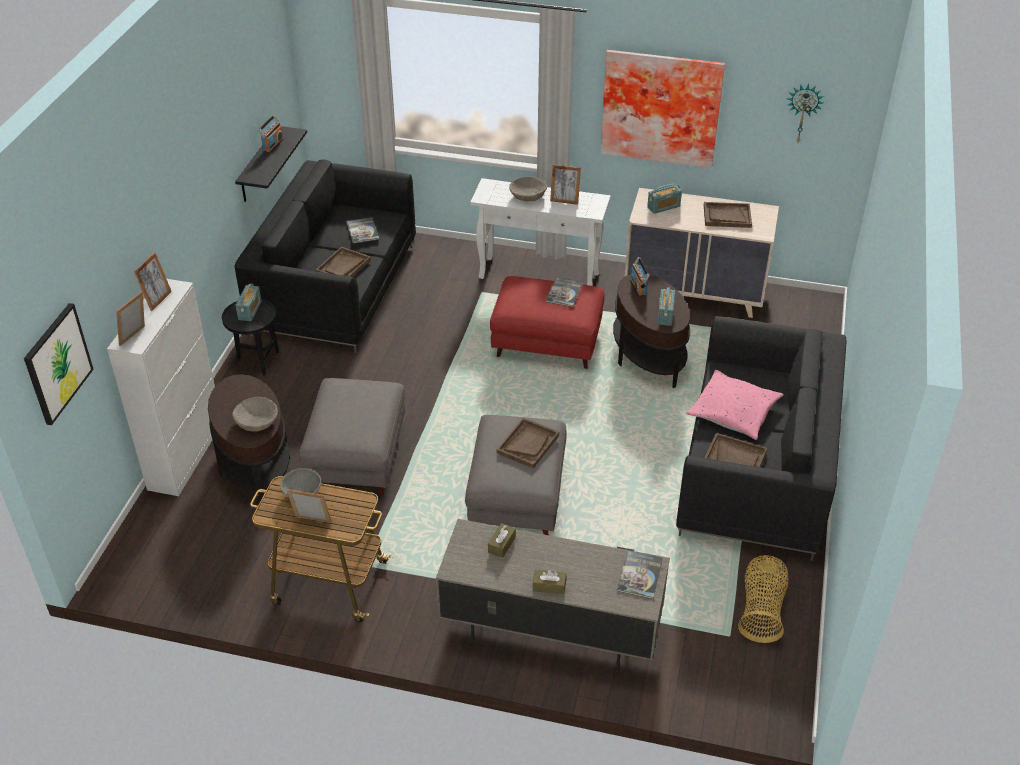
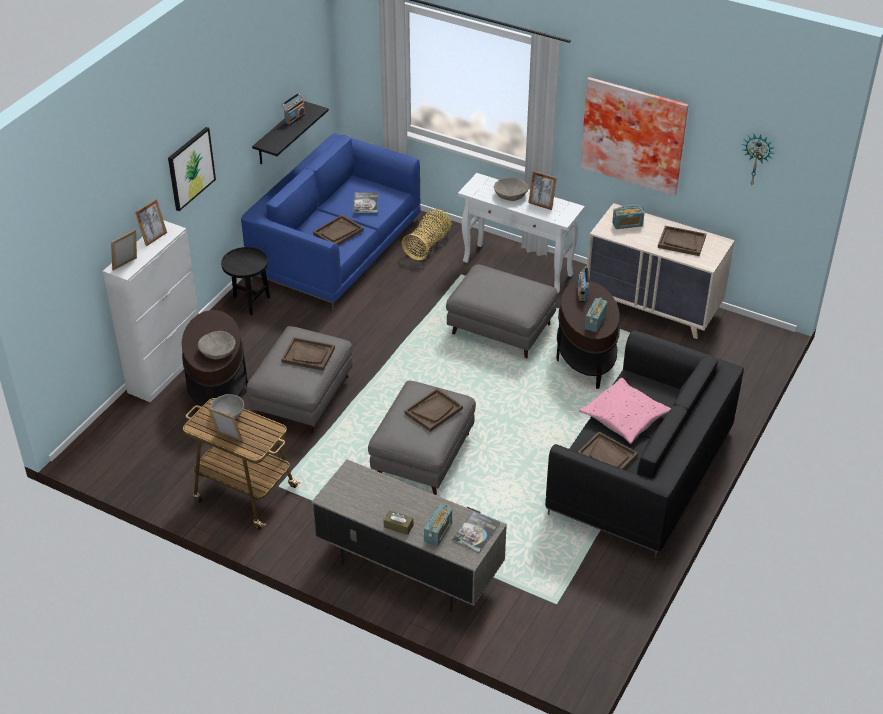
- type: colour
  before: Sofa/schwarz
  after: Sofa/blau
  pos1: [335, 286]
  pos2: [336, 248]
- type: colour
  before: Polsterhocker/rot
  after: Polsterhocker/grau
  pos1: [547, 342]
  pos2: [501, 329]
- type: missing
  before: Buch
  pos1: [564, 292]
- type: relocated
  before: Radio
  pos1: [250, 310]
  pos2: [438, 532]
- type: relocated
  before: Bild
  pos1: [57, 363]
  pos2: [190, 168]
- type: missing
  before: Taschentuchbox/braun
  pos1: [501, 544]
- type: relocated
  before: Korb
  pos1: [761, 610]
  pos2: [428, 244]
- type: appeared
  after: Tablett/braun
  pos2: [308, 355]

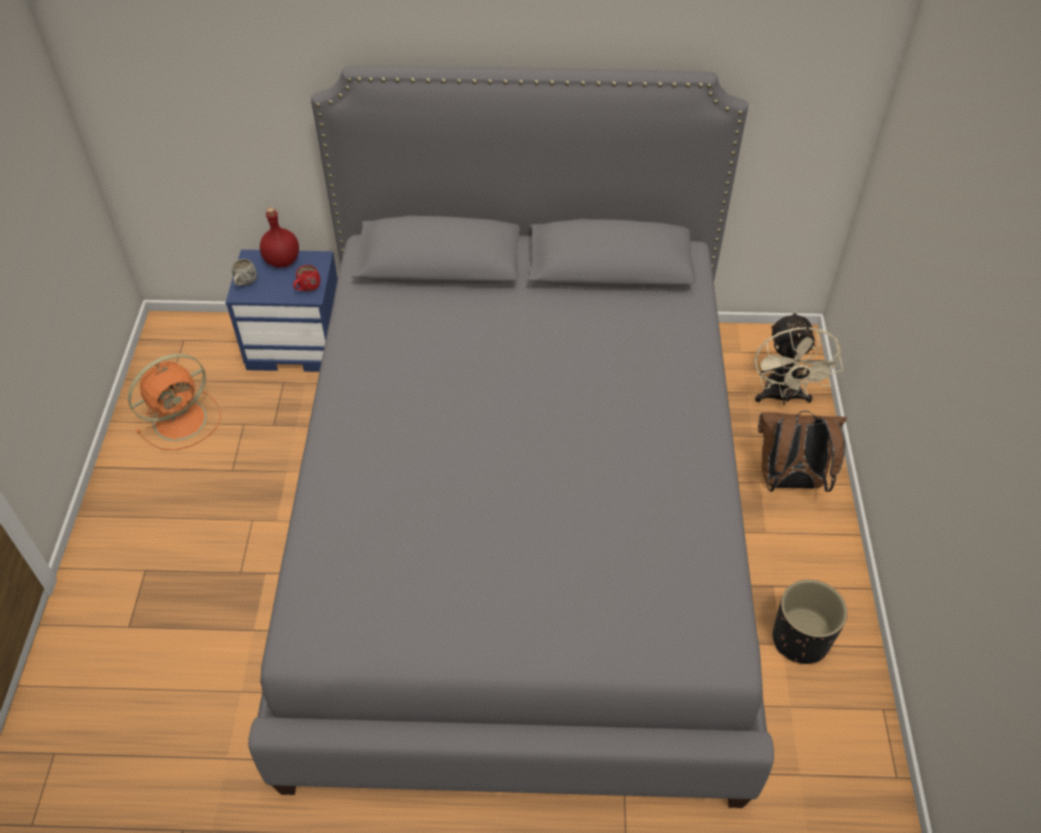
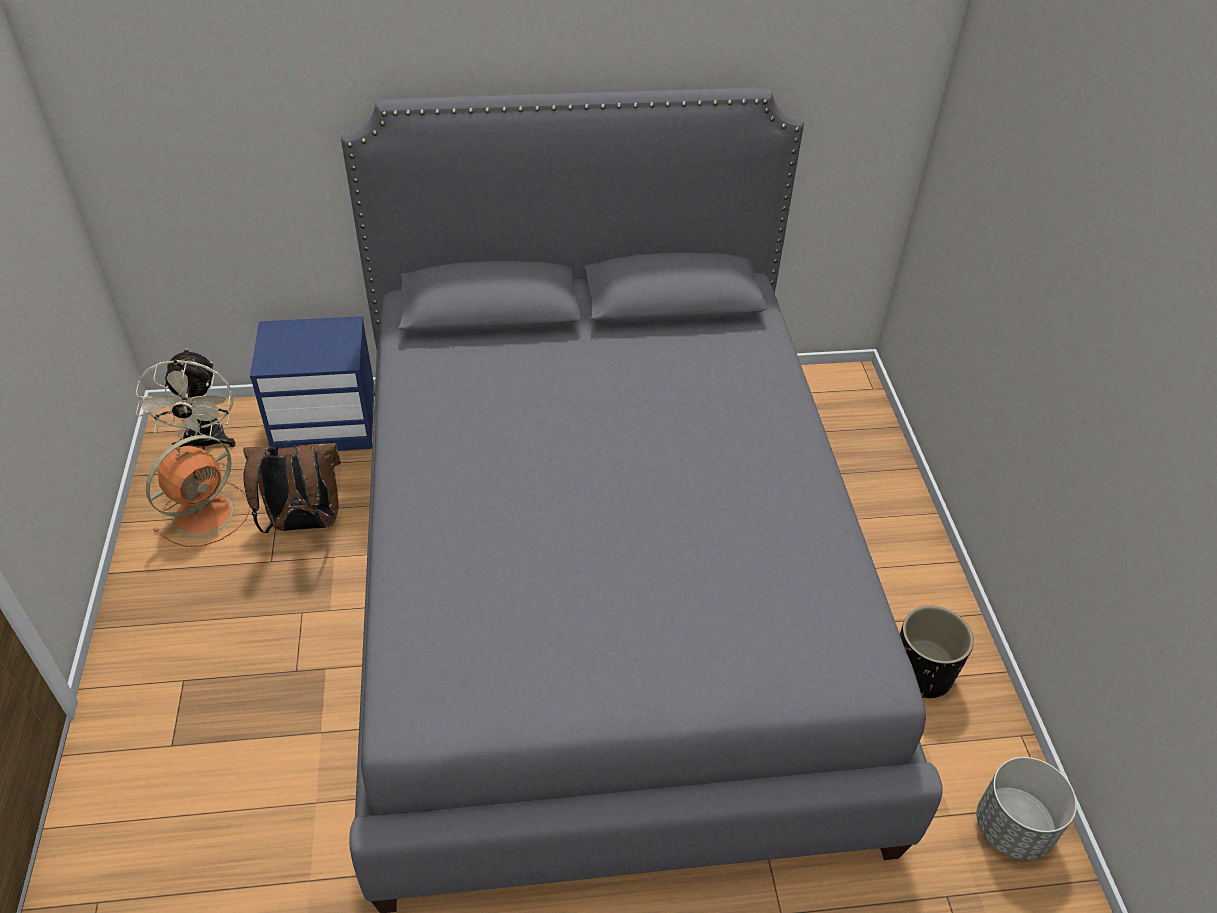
- type: missing
  before: Flasche/rot
  pos1: [282, 261]
- type: missing
  before: Henkelbecher/weiß
  pos1: [245, 283]
- type: missing
  before: Henkelbecher/rot
  pos1: [307, 289]
- type: relocated
  before: Ventilator/beige
  pos1: [782, 397]
  pos2: [204, 444]
- type: relocated
  before: Rucksack/braun
  pos1: [789, 481]
  pos2: [303, 523]
- type: appeared
  after: Pflanzkübel/grau
  pos2: [1012, 828]

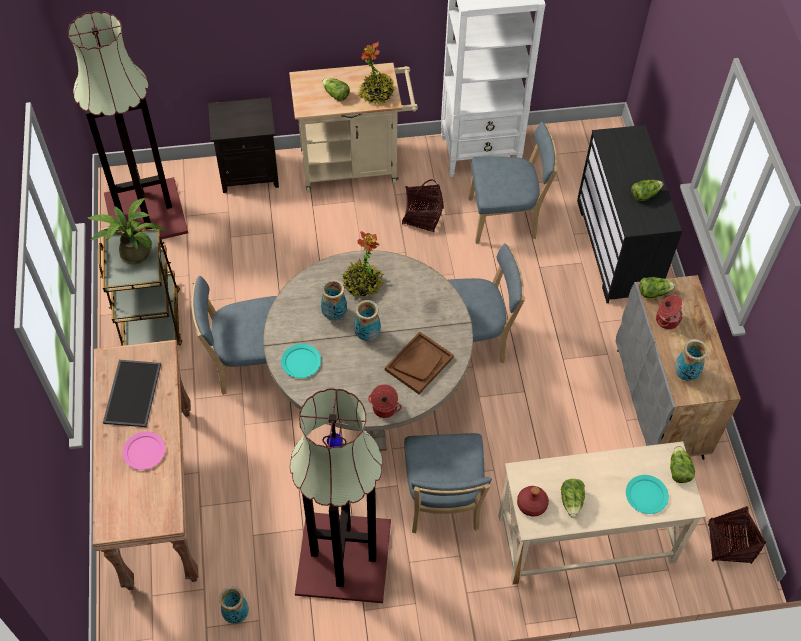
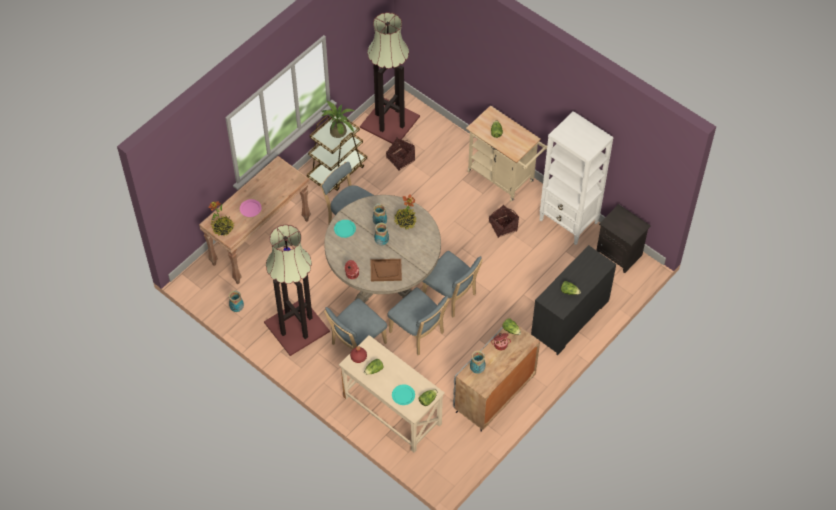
- type: relocated
  before: Topfpflanze
  pos1: [376, 94]
  pos2: [223, 228]
- type: relocated
  before: Nachttisch/schwarz
  pos1: [250, 172]
  pos2: [620, 254]
- type: relocated
  before: Stuhl/blau
  pos1: [506, 219]
  pos2: [418, 334]
- type: missing
  before: Tablett
  pos1: [131, 392]
- type: relocated
  before: Korb
  pos1: [729, 544]
  pos2: [400, 159]

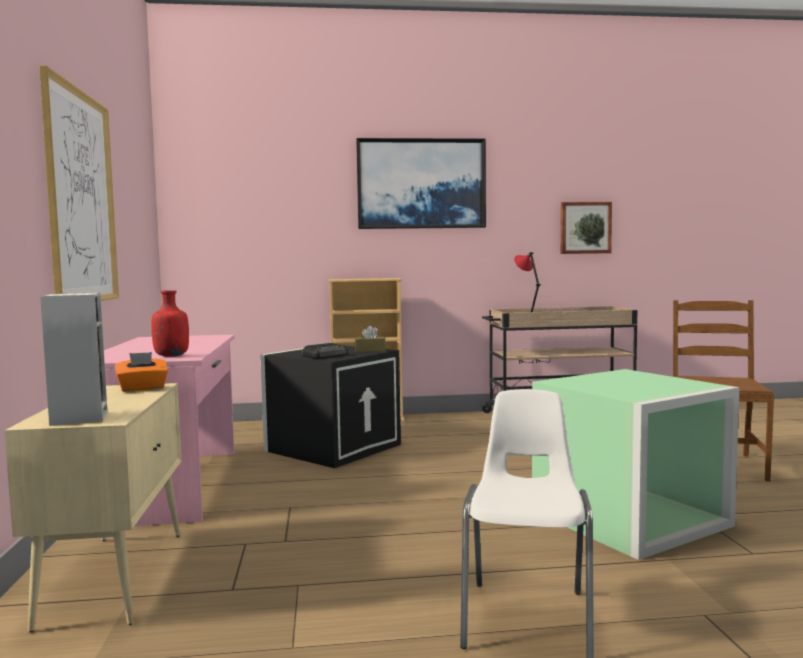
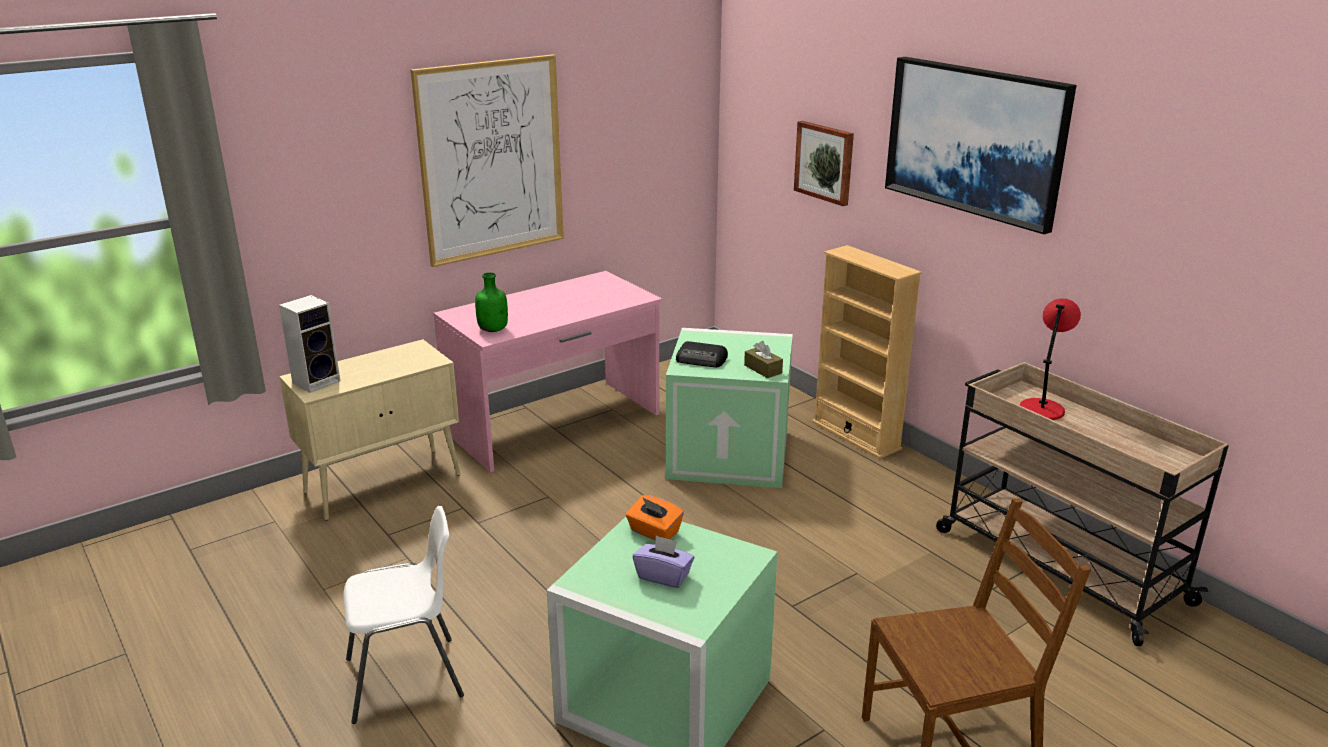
- type: relocated
  before: Bild
  pos1: [585, 228]
  pos2: [825, 162]
- type: colour
  before: Flasche/rot
  after: Flasche/grün
  pos1: [171, 356]
  pos2: [493, 329]
- type: colour
  before: Aufbewahrungsbox/schwarz
  after: Aufbewahrungsbox/grün
  pos1: [333, 447]
  pos2: [730, 453]
- type: relocated
  before: Taschentuchbox/orange
  pos1: [142, 389]
  pos2: [654, 532]
- type: appeared
  after: Taschentuchbox/lila
  pos2: [663, 576]

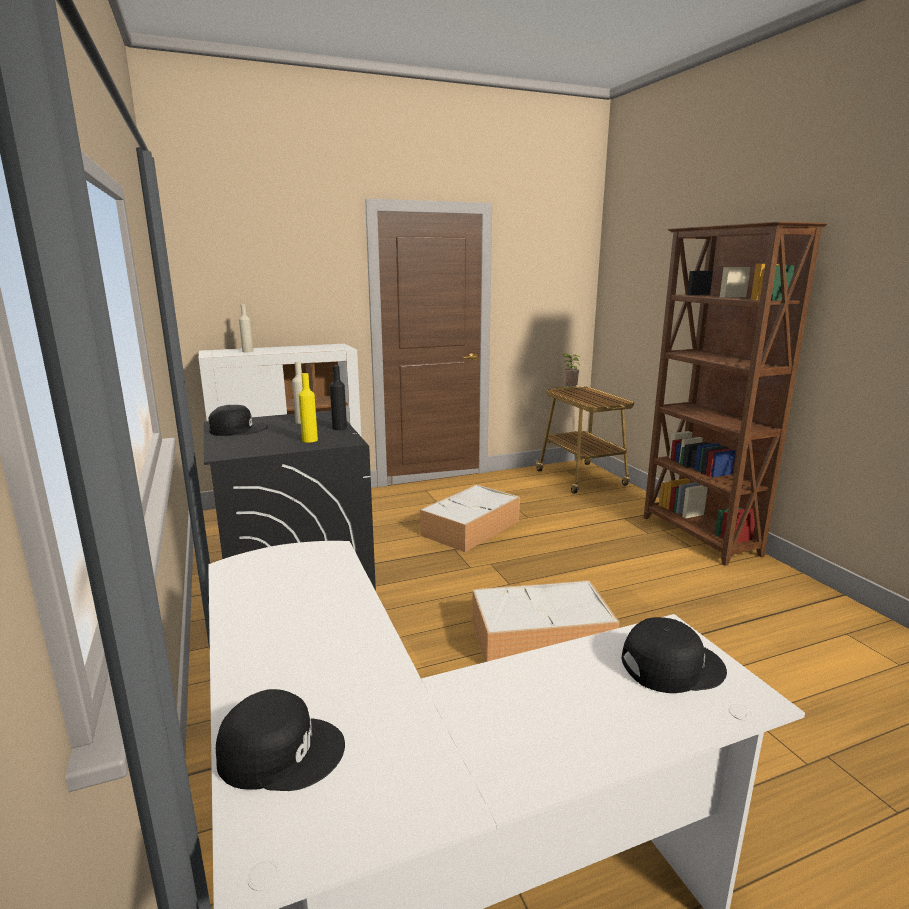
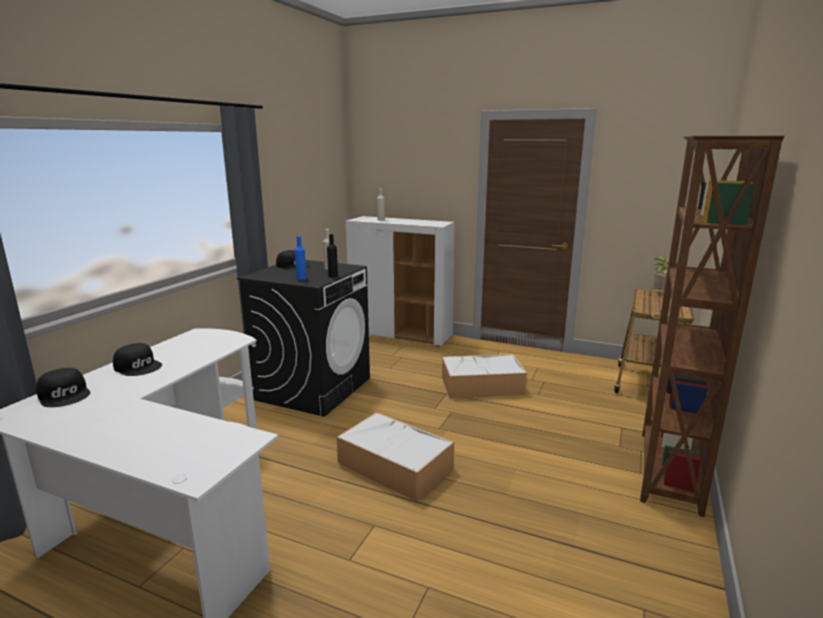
- type: colour
  before: Flasche/gelb
  after: Flasche/blau
  pos1: [310, 440]
  pos2: [301, 278]
- type: relocated
  before: Kappe/schwarz
  pos1: [671, 665]
  pos2: [138, 366]

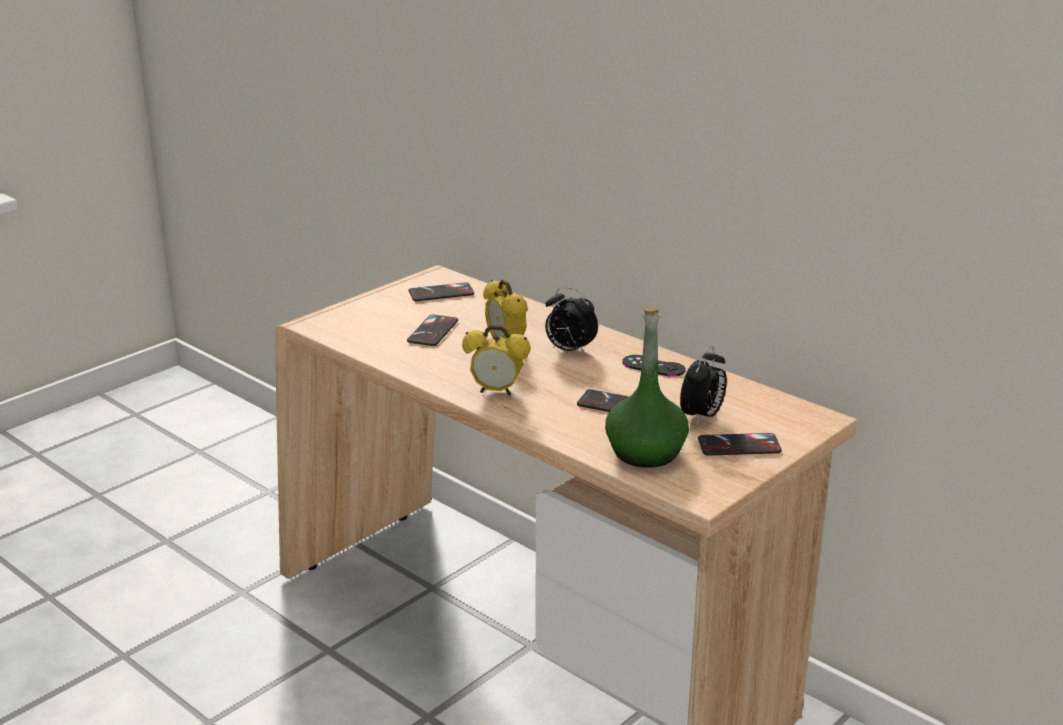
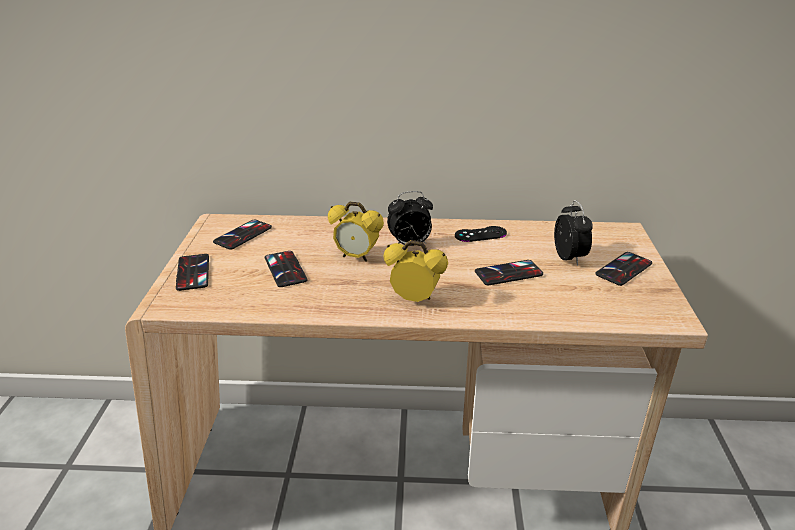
- type: missing
  before: Flasche/grün
  pos1: [645, 452]
- type: spun
  before: Wecker
  pos1: [496, 391]
  pos2: [414, 300]
  turn: -135
- type: appeared
  after: Handy
  pos2: [193, 272]

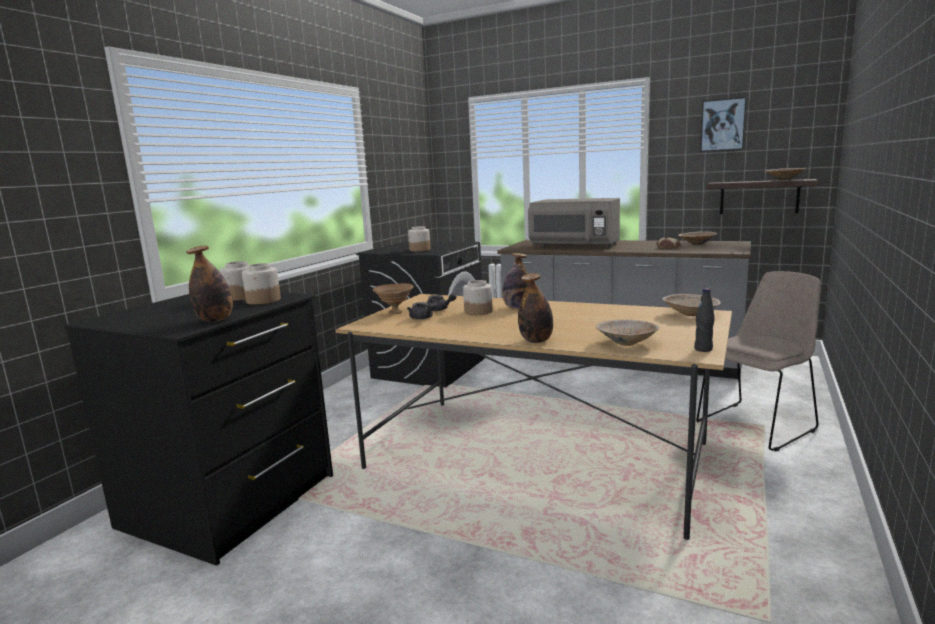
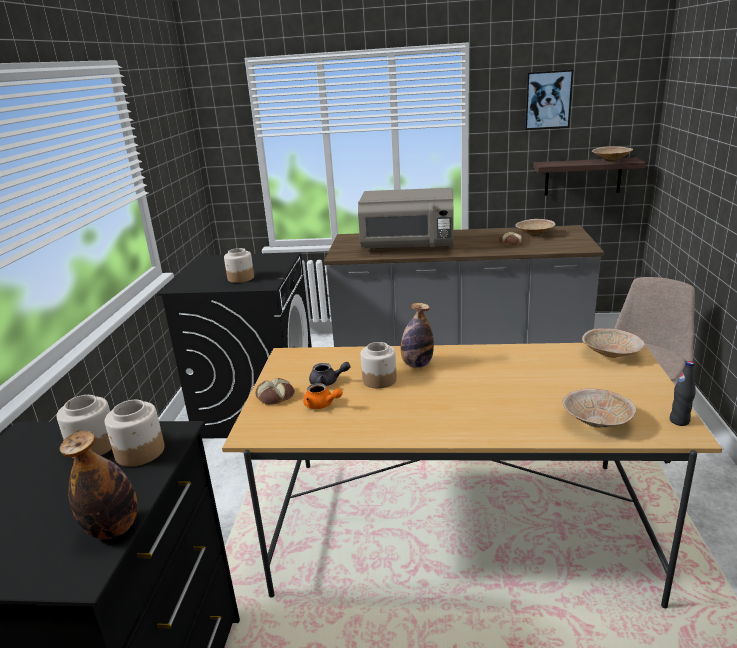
- type: missing
  before: Flasche
  pos1: [536, 341]
- type: exchanged
  before: Schüssel/braun
  after: Brot
  pos1: [395, 313]
  pos2: [275, 396]
- type: colour
  before: Teekanne/grau
  after: Teekanne/orange
  pos1: [422, 318]
  pos2: [322, 405]

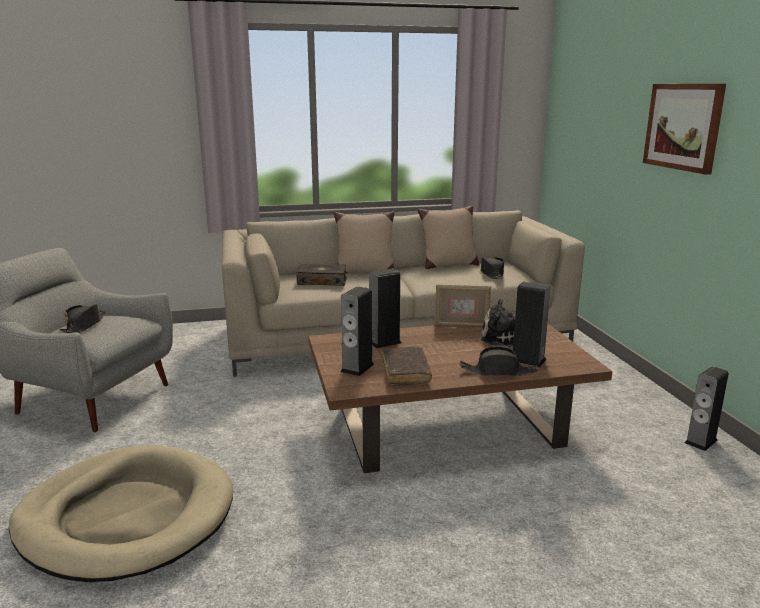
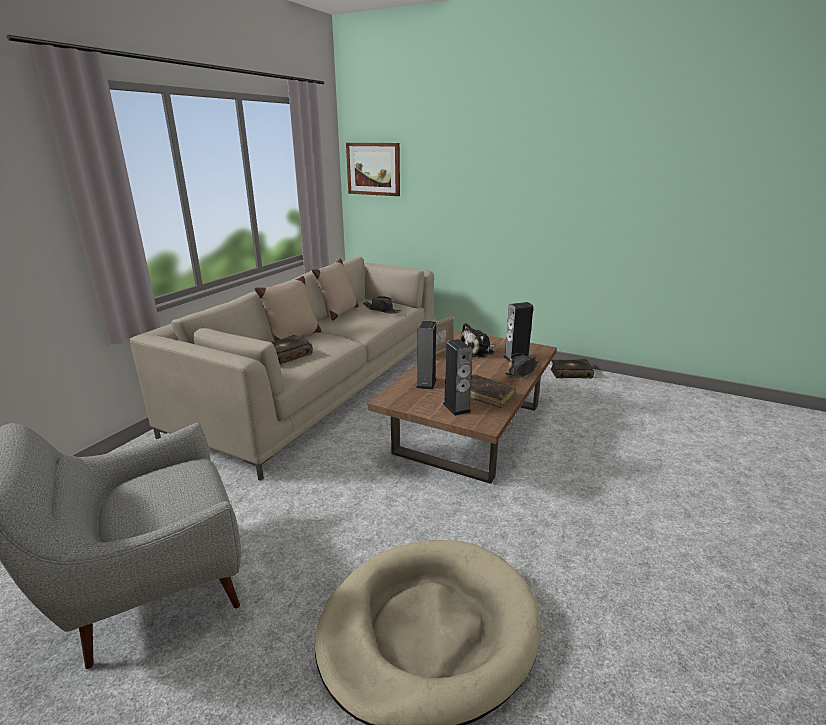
- type: relocated
  before: Bild
  pos1: [683, 126]
  pos2: [373, 169]
- type: missing
  before: Hut/schwarz
  pos1: [84, 325]
- type: exchanged
  before: Lautsprecher
  after: Buch
  pos1: [701, 441]
  pos2: [570, 373]

